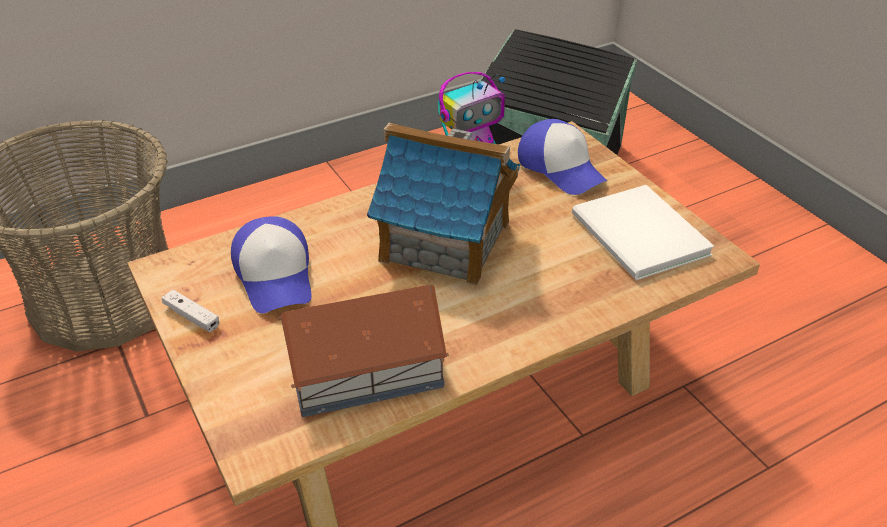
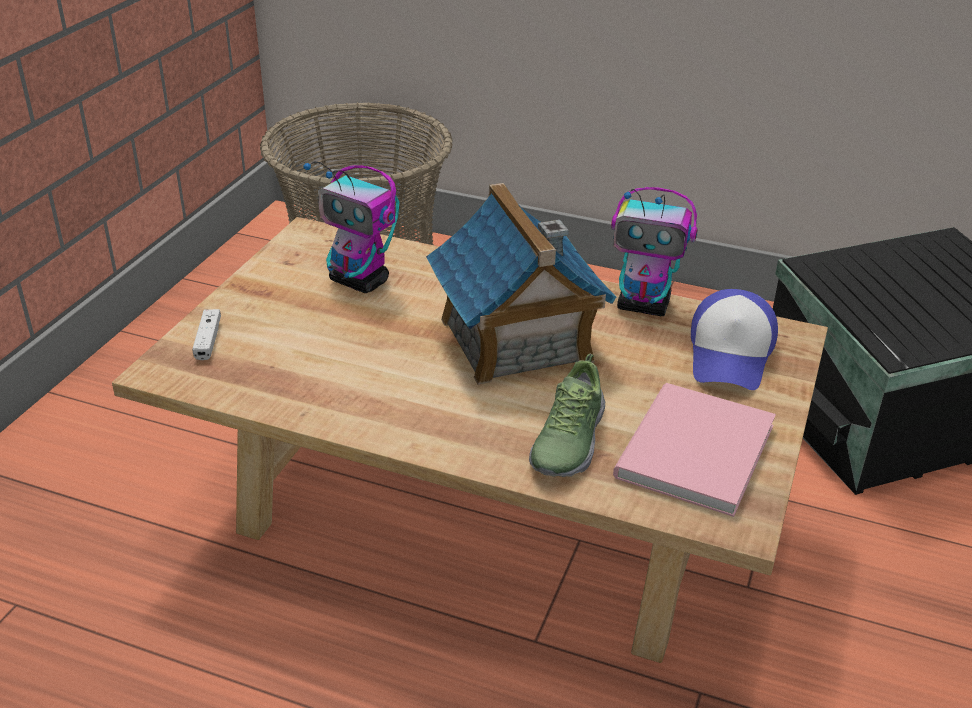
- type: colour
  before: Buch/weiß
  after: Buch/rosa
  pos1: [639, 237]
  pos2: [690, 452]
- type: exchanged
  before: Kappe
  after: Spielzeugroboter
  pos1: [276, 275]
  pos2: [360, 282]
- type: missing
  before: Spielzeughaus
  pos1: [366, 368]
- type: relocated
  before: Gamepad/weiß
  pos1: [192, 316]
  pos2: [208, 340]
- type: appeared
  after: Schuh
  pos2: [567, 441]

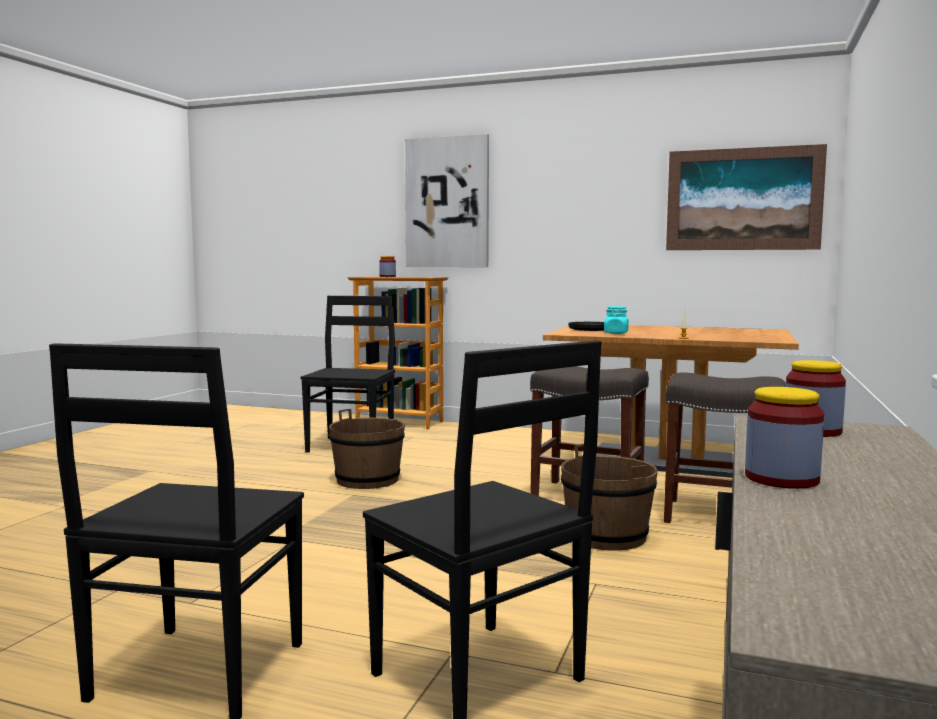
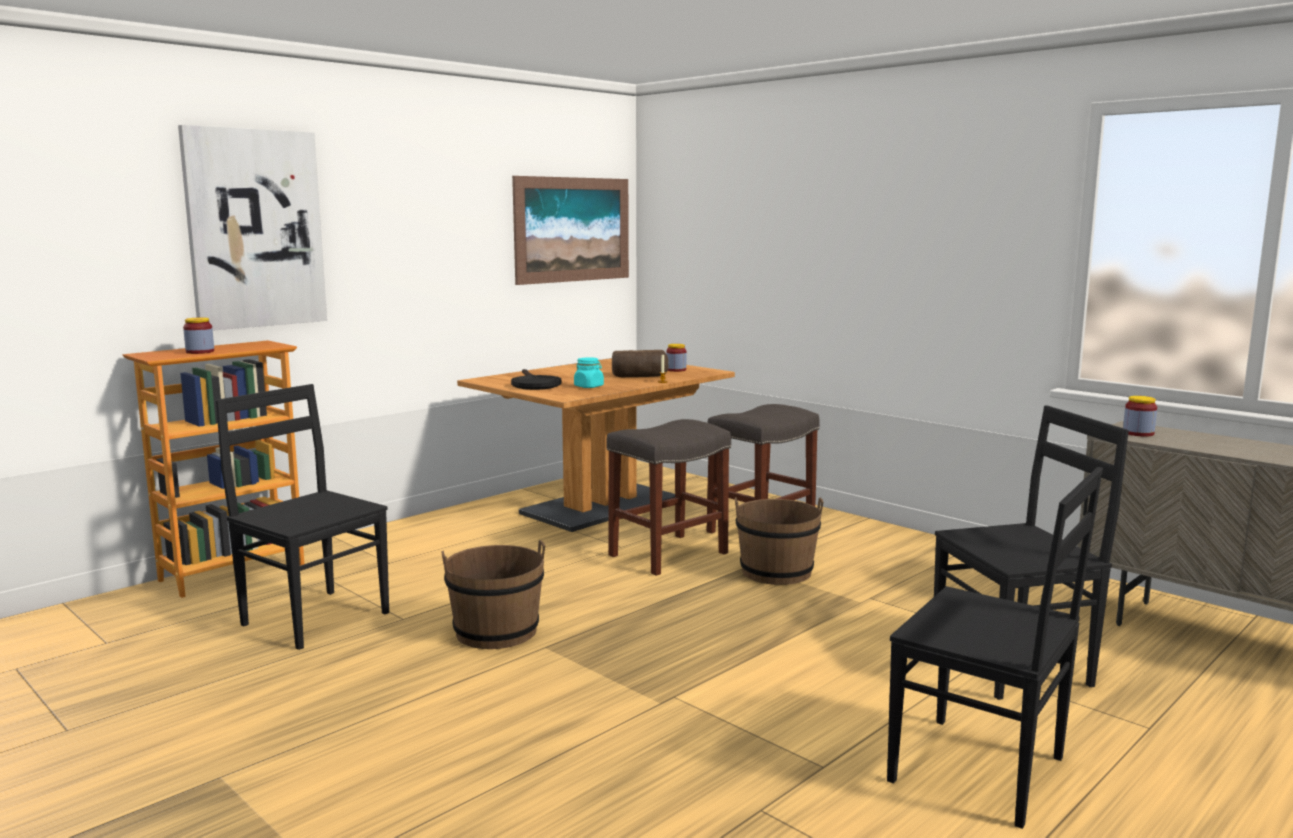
- type: relocated
  before: Vorratsglas
  pos1: [781, 479]
  pos2: [676, 370]
- type: appeared
  after: Brot
  pos2: [640, 376]

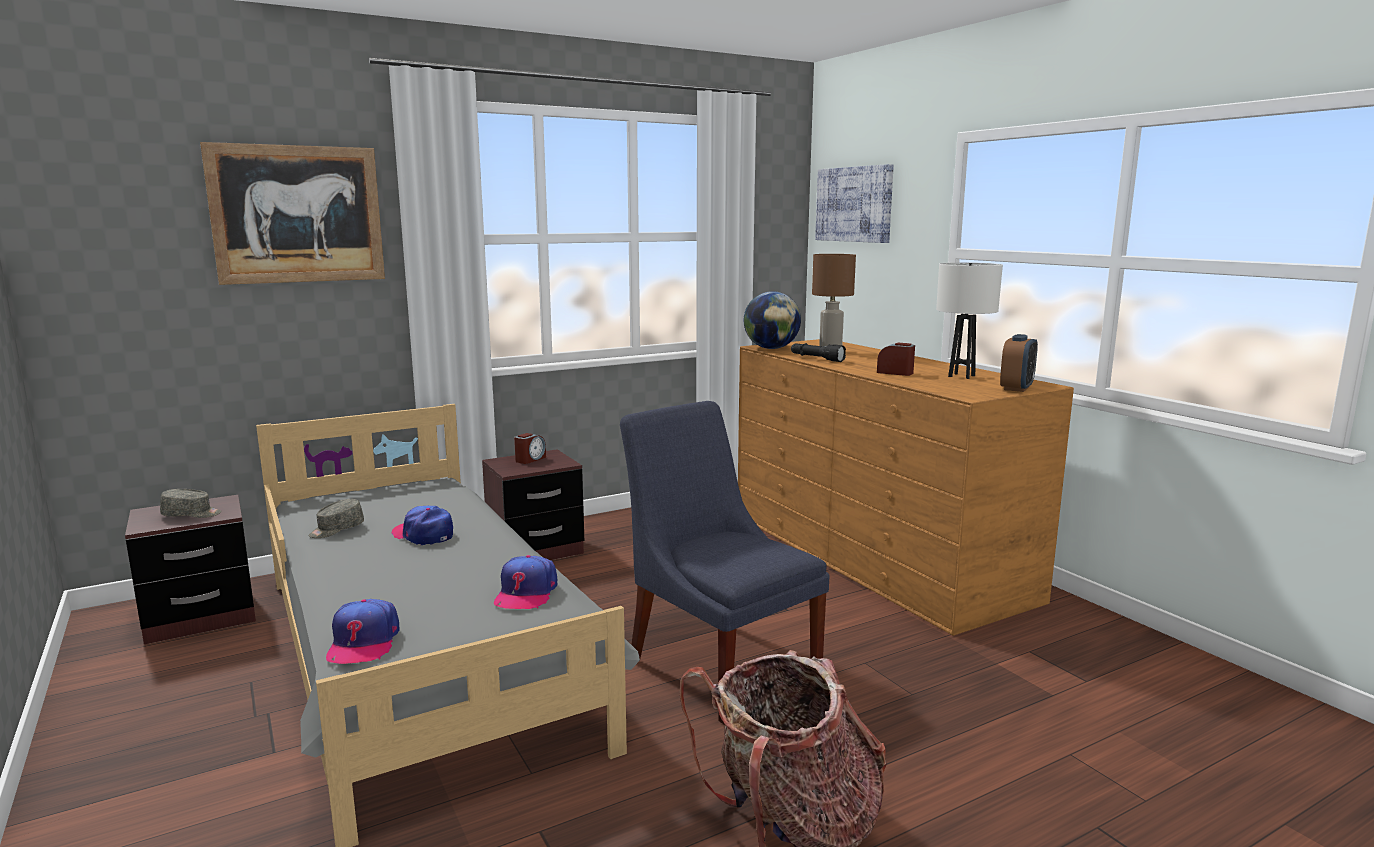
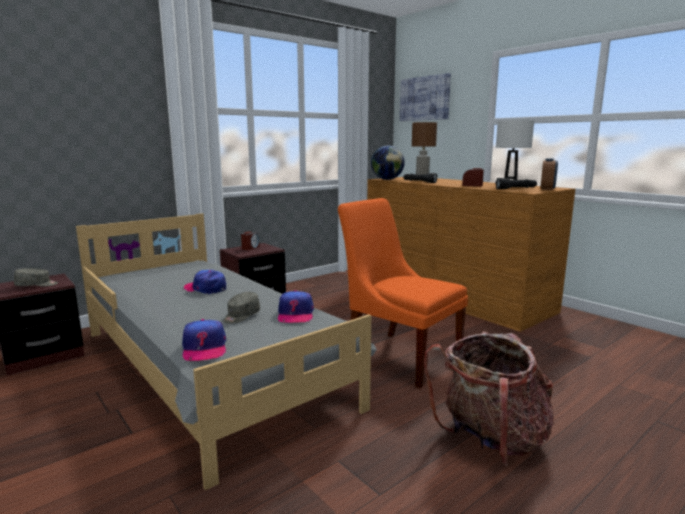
- type: missing
  before: Bild
  pos1: [297, 214]
- type: colour
  before: Stuhl/blau
  after: Stuhl/orange
  pos1: [719, 664]
  pos2: [398, 356]
- type: relocated
  before: Kappe/grau
  pos1: [336, 529]
  pos2: [241, 316]
- type: appeared
  after: Taschenlampe/schwarz
  pos2: [516, 189]

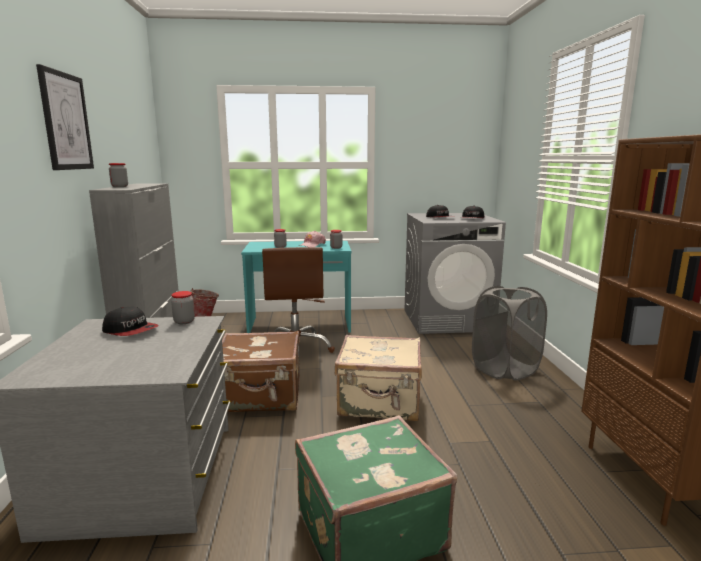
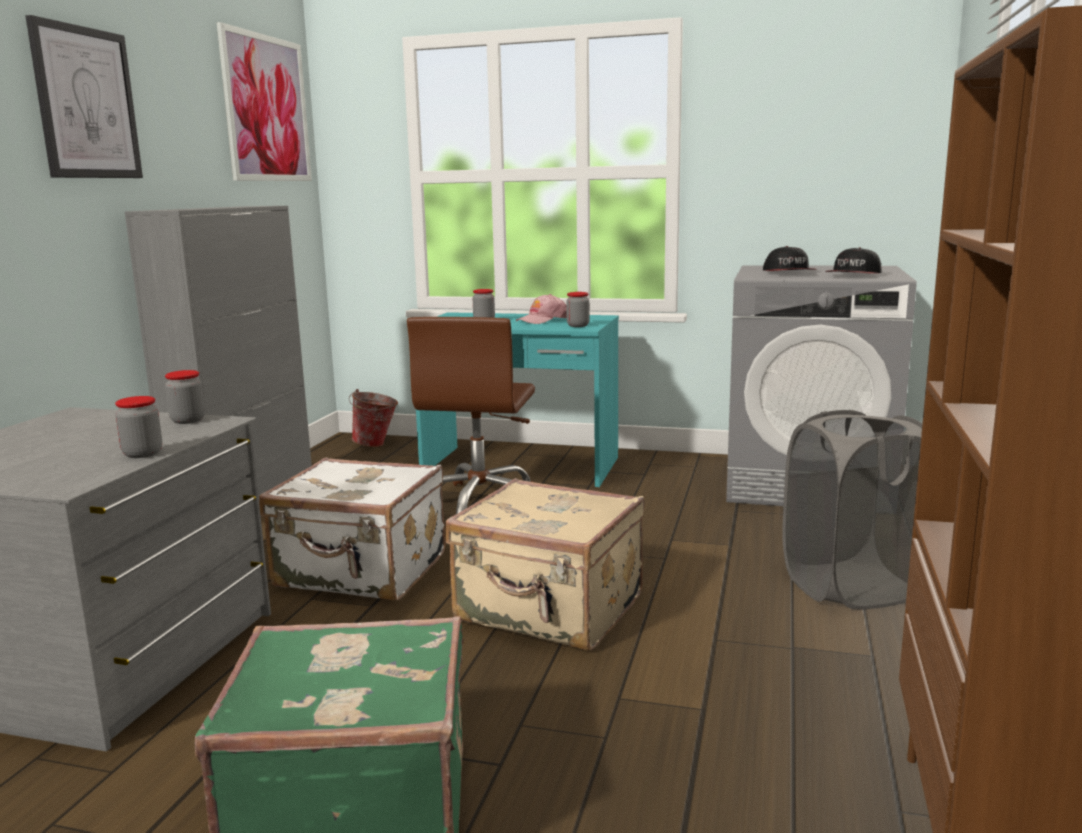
- type: relocated
  before: Vorratsglas
  pos1: [119, 186]
  pos2: [142, 453]
- type: missing
  before: Kappe
  pos1: [130, 330]
- type: colour
  before: Koffer/braun
  after: Koffer/weiß
  pos1: [261, 397]
  pos2: [361, 572]
- type: appeared
  after: Bild
  pos2: [266, 109]

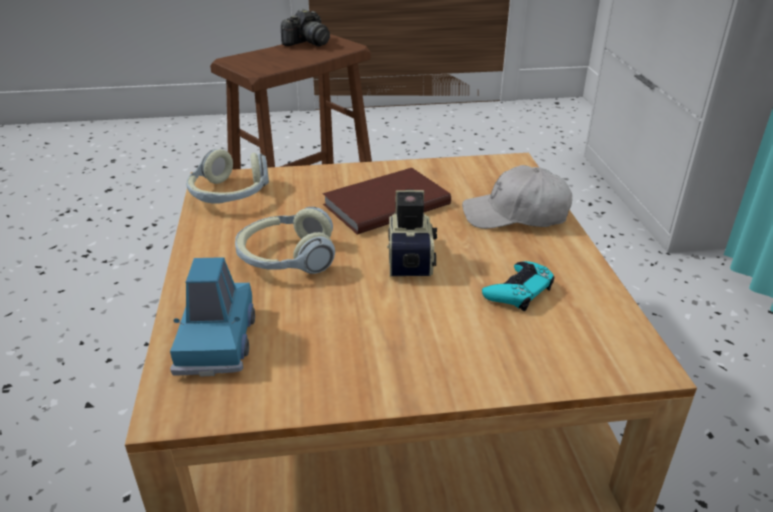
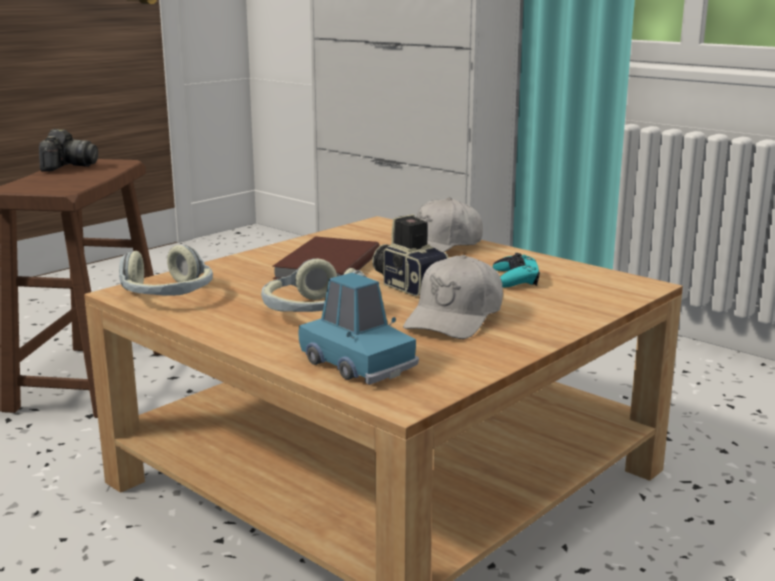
- type: appeared
  after: Kappe/weiß
  pos2: [455, 318]

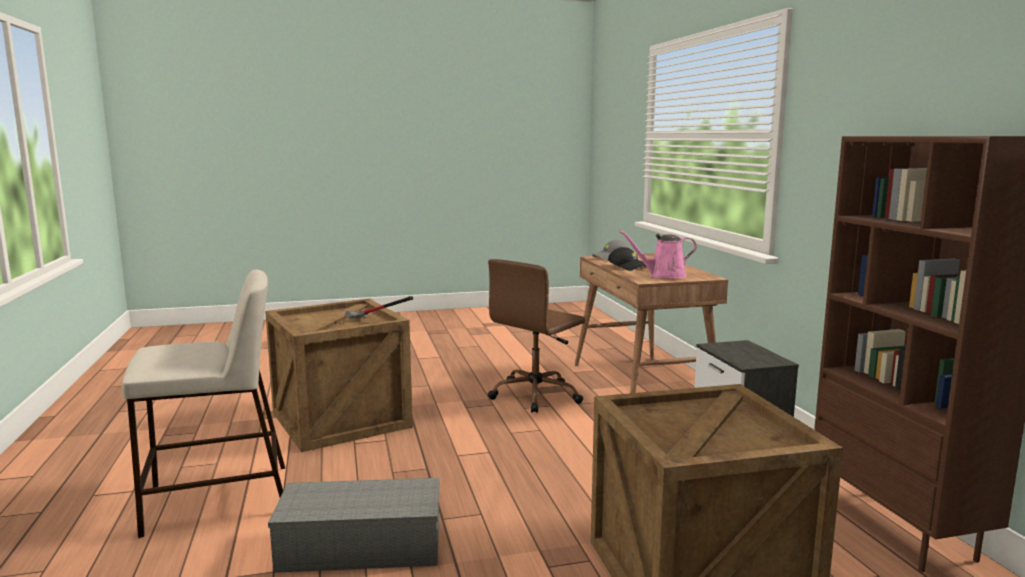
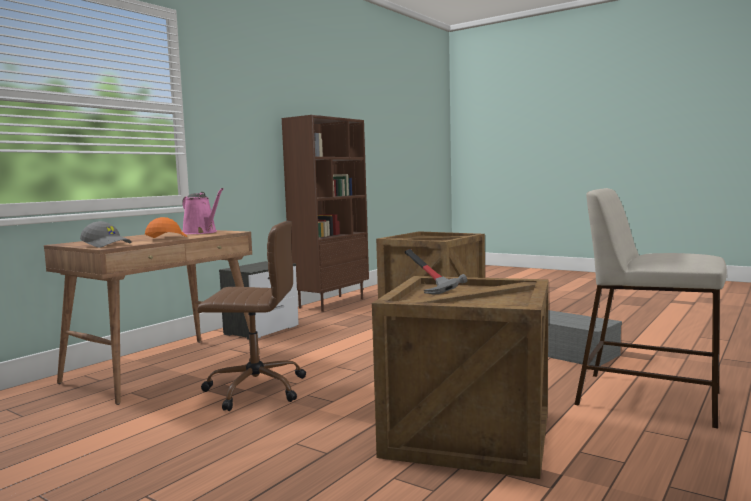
- type: colour
  before: Kappe/schwarz
  after: Kappe/orange
  pos1: [628, 267]
  pos2: [165, 238]

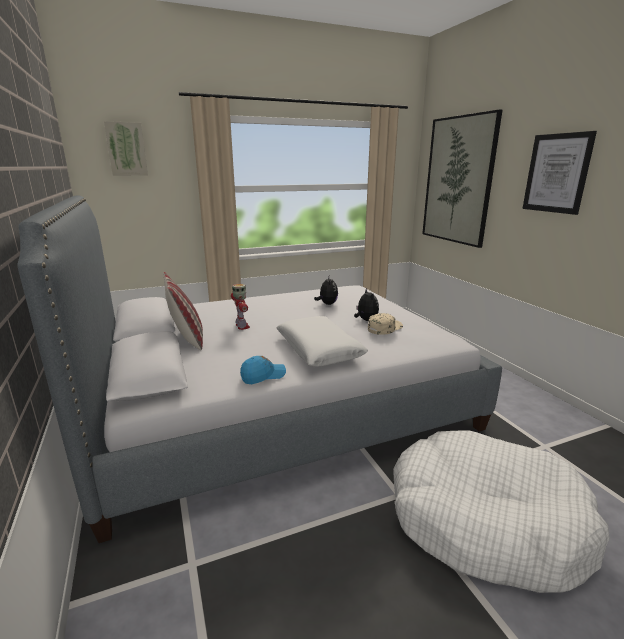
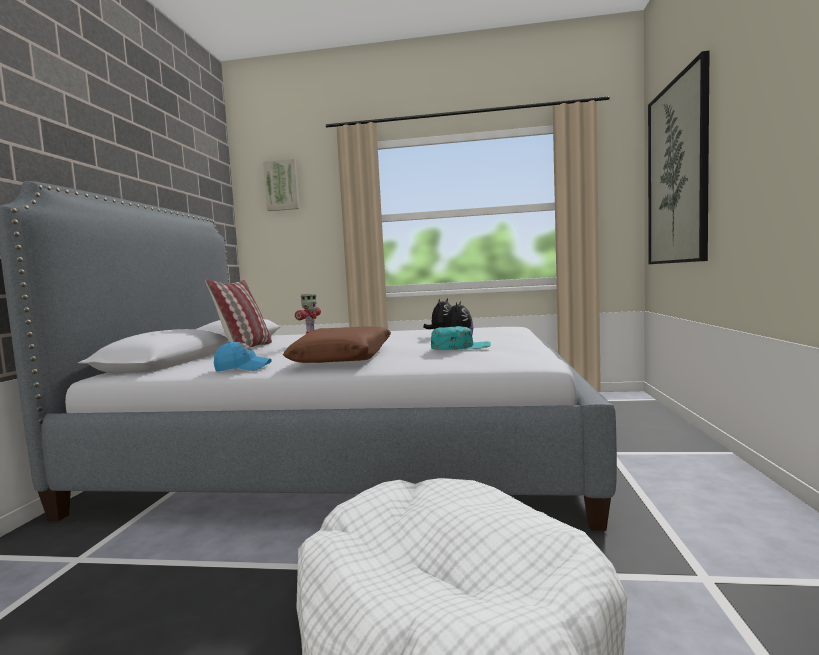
- type: missing
  before: Bild
  pos1: [557, 173]
- type: colour
  before: Kappe/beige
  after: Kappe/türkis
  pos1: [384, 328]
  pos2: [460, 347]
- type: colour
  before: Kissen/weiß
  after: Kissen/braun
  pos1: [319, 349]
  pos2: [344, 358]

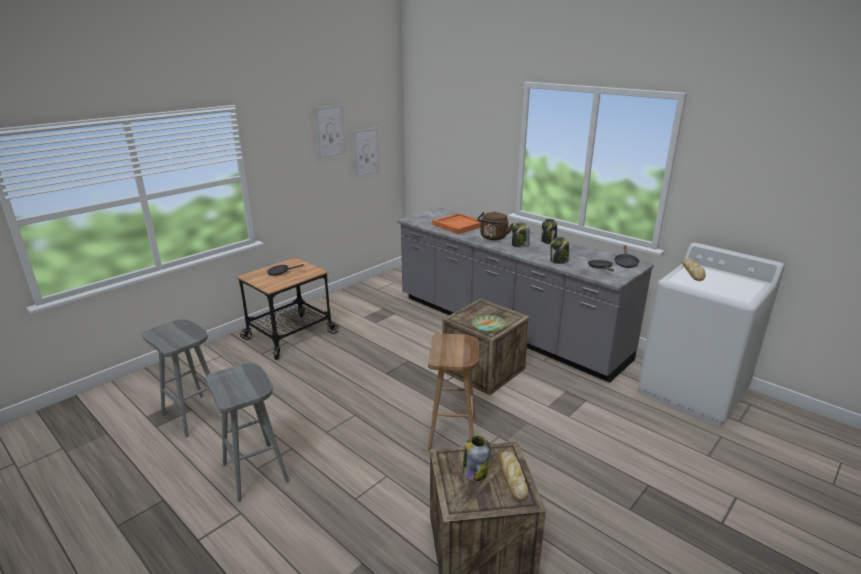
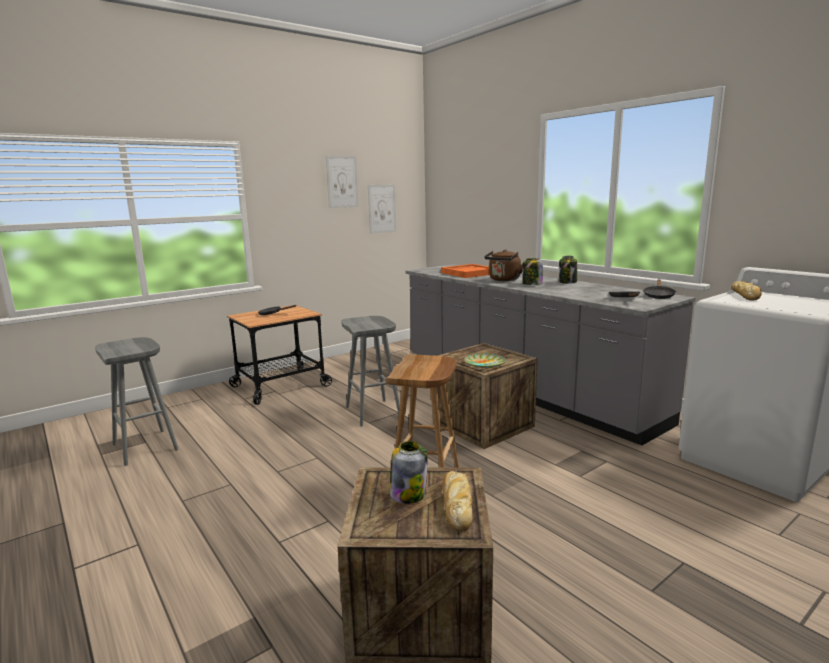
- type: missing
  before: Vorratsglas
  pos1: [558, 261]
- type: relocated
  before: Hocker/grau
  pos1: [256, 473]
  pos2: [374, 412]

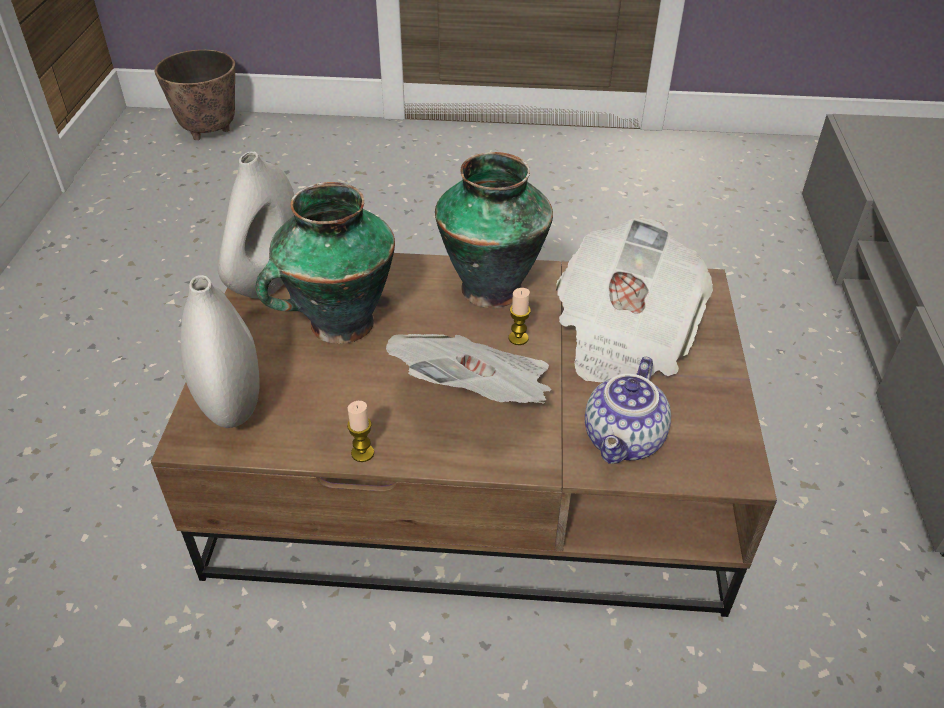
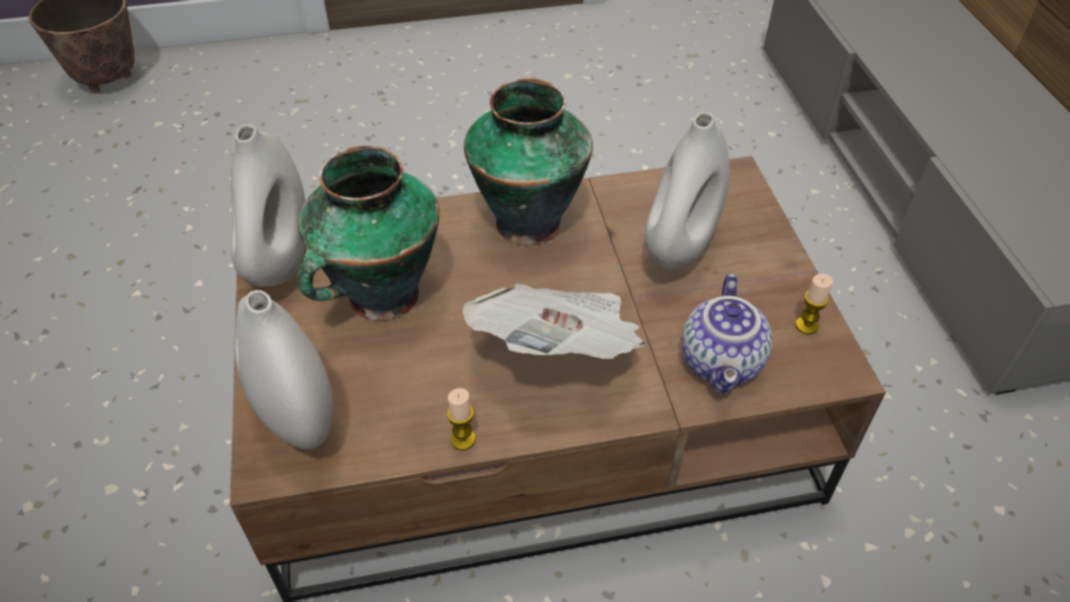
- type: exchanged
  before: Zeitung
  after: Vase/weiß
  pos1: [623, 335]
  pos2: [680, 248]
- type: relocated
  before: Kerze
  pos1: [518, 338]
  pos2: [806, 325]

